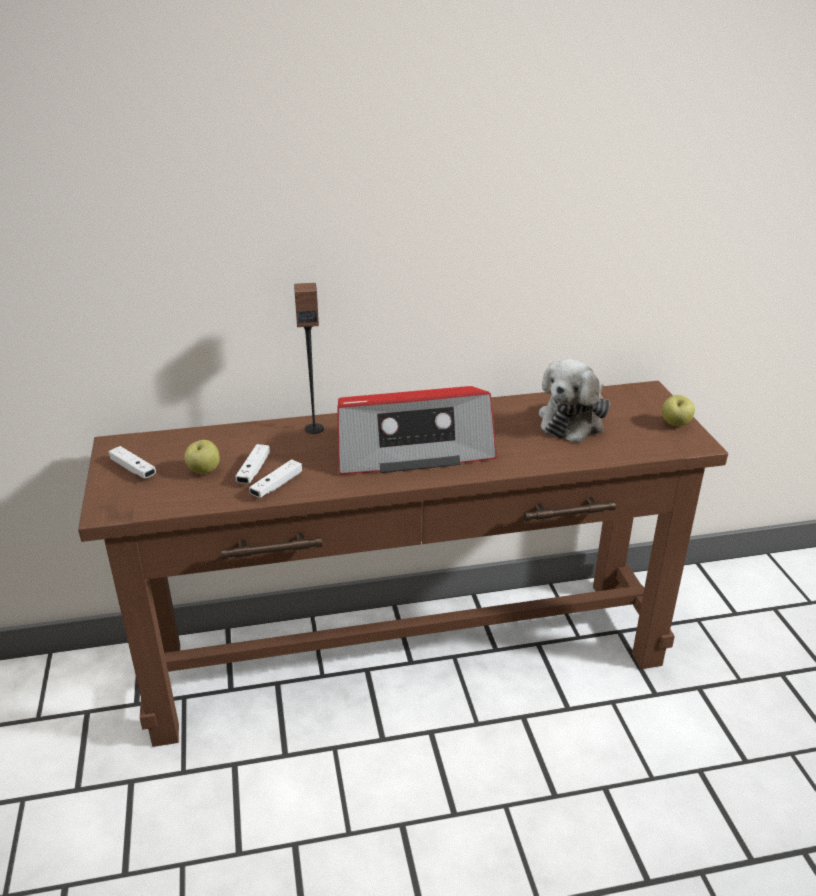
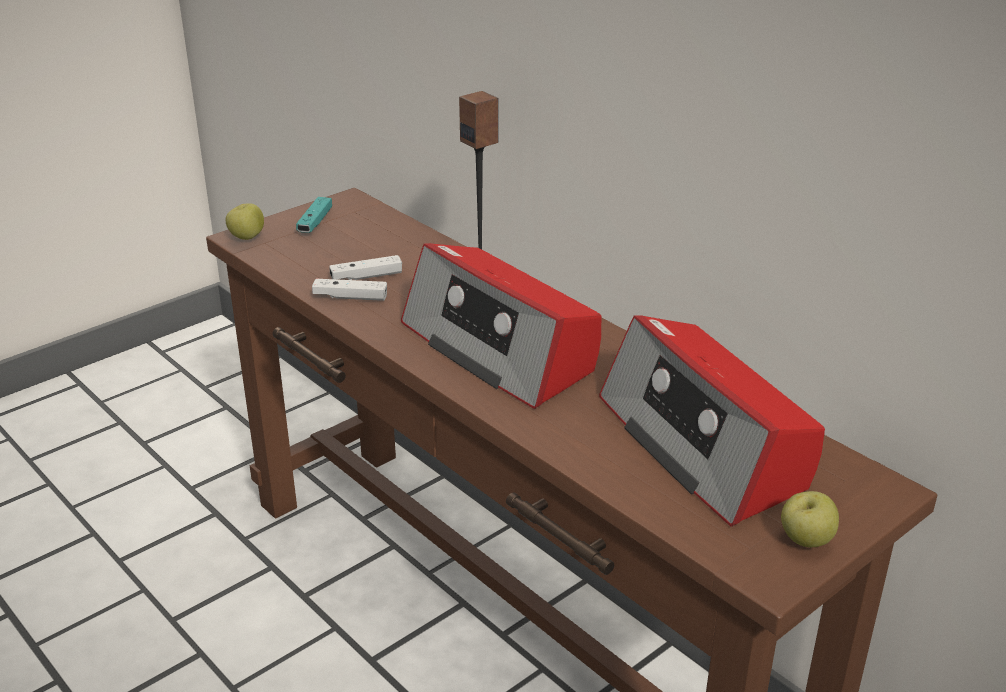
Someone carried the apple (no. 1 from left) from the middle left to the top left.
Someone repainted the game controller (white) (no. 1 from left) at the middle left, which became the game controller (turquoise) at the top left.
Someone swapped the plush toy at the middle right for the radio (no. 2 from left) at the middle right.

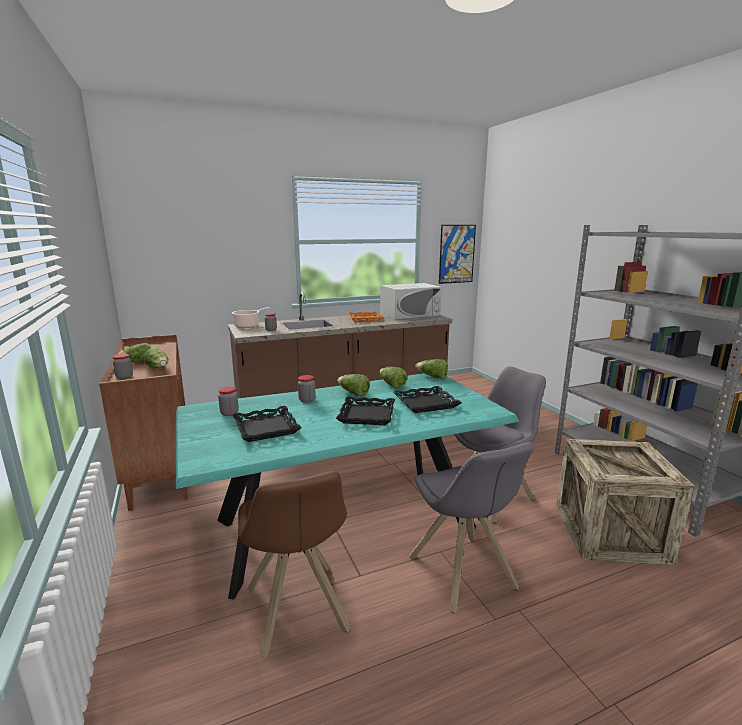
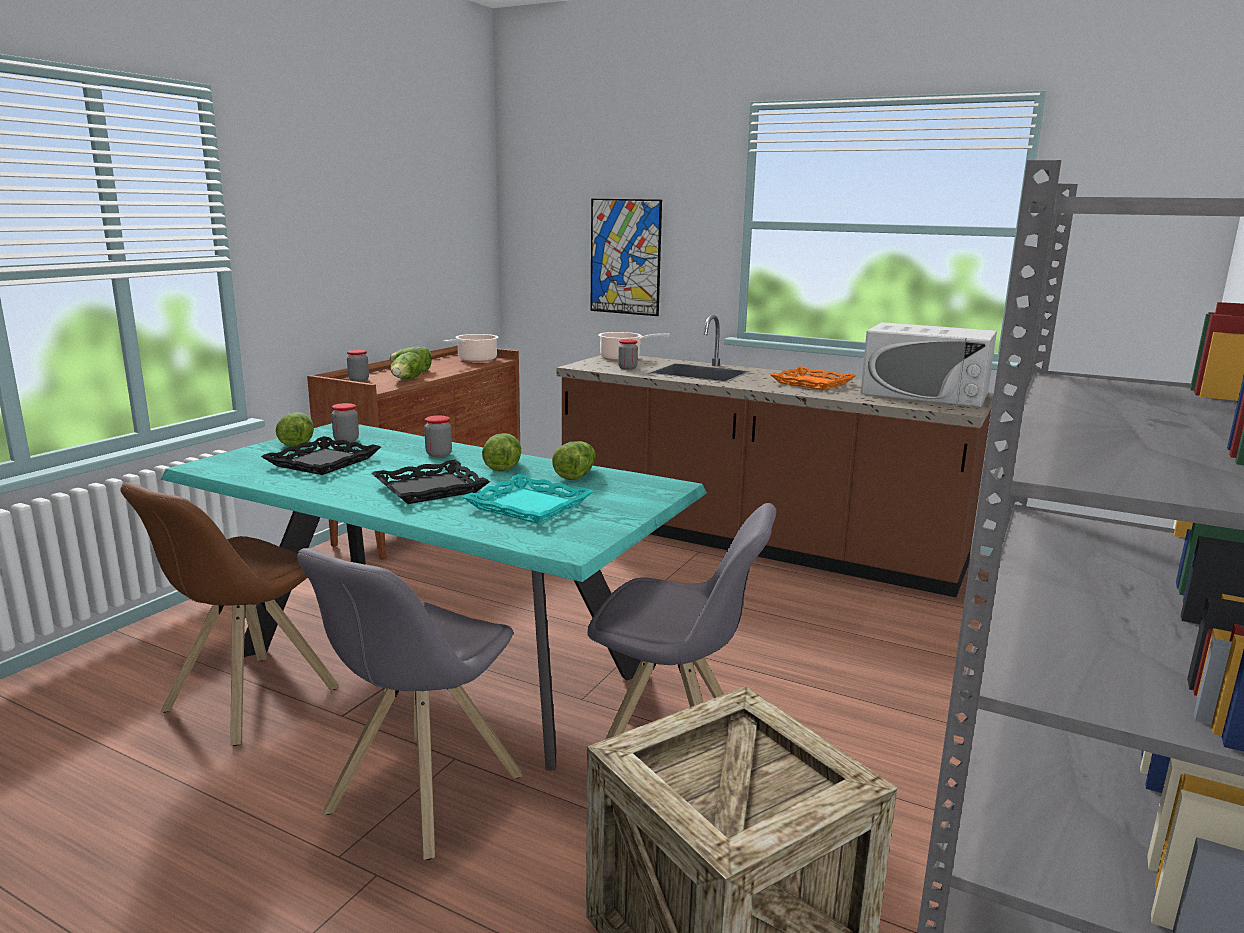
Someone carried the lettuce (no. 5 from left in the first image) from the centre to the middle left.
Someone put down the cooking pot (no. 1 from left) at the centre.
Someone repainted the tray (black) (no. 3 from left) at the centre, which became the tray (turquoise) at the centre.
Someone carried the picture from the centre to the top centre.

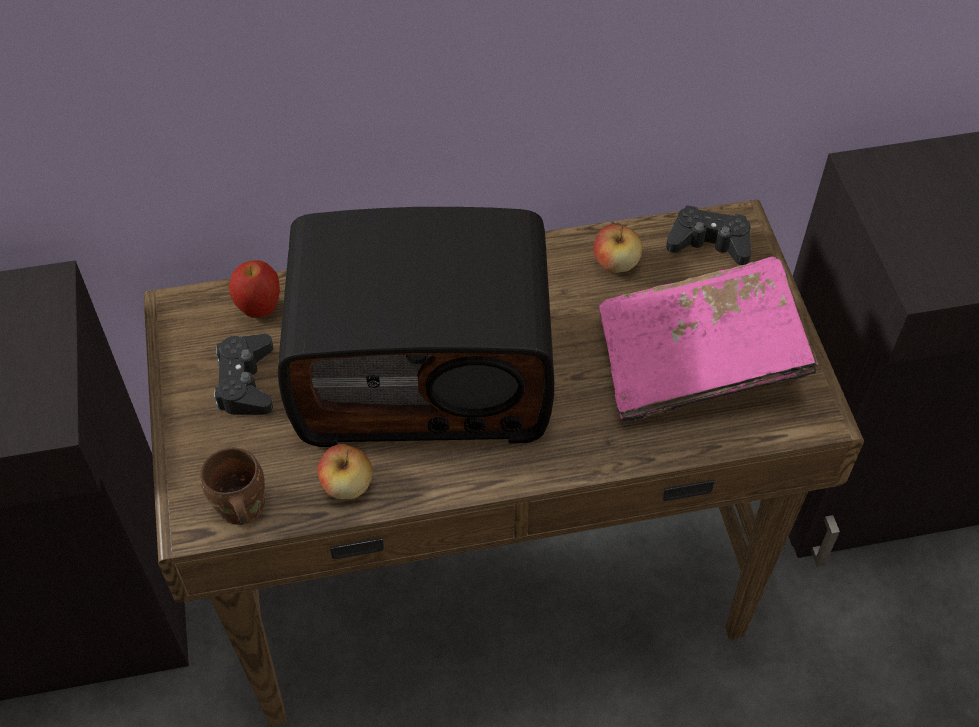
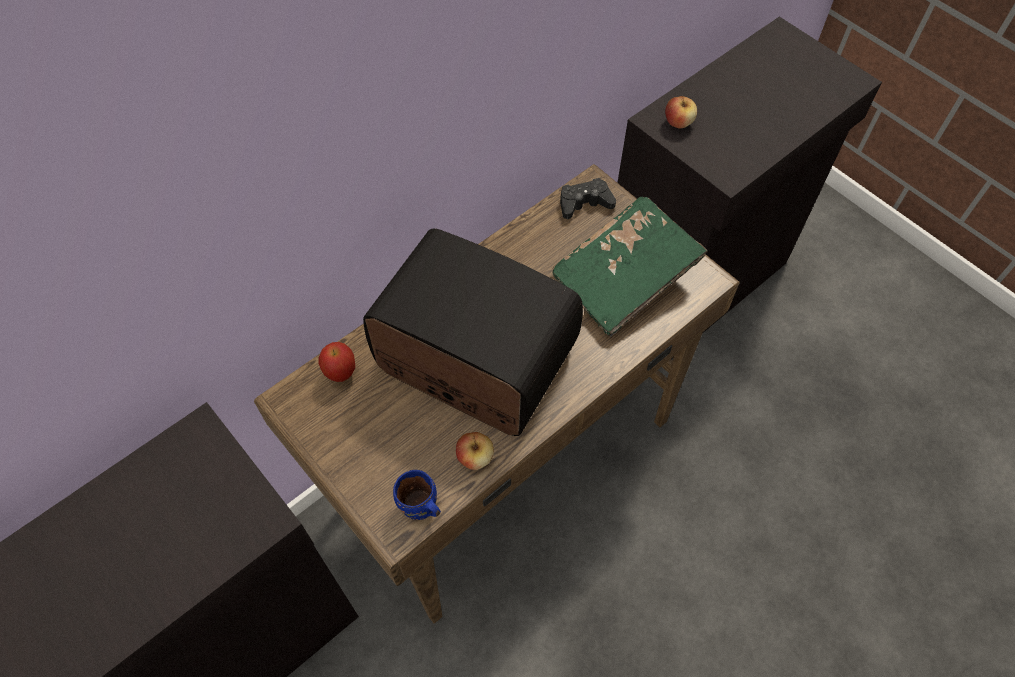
Someone rotated the radio at the centre by 120 degrees counterclockwise.
Someone repainted the mug (brown) at the bottom left, which became the mug (blue) at the bottom centre.
Someone repainted the book (pink) at the middle right, which became the book (green) at the centre.
Someone carried the apple (no. 3 from left) from the centre to the top right.
Someone took away the game controller (black) (no. 1 from left) at the middle left.

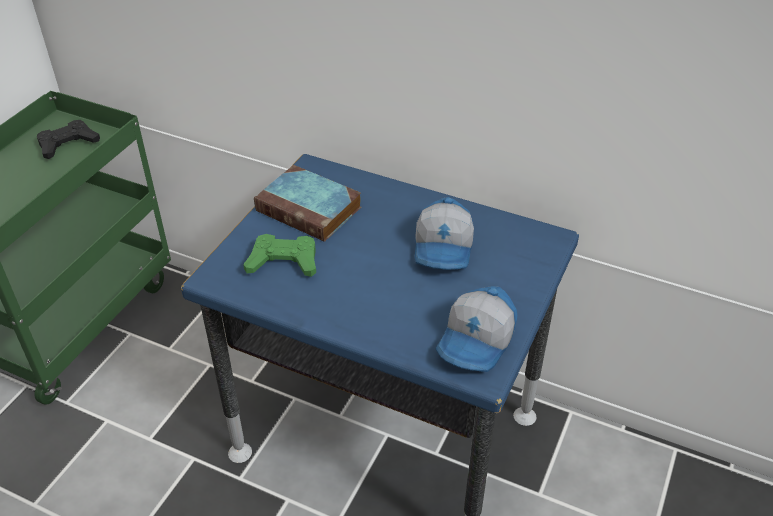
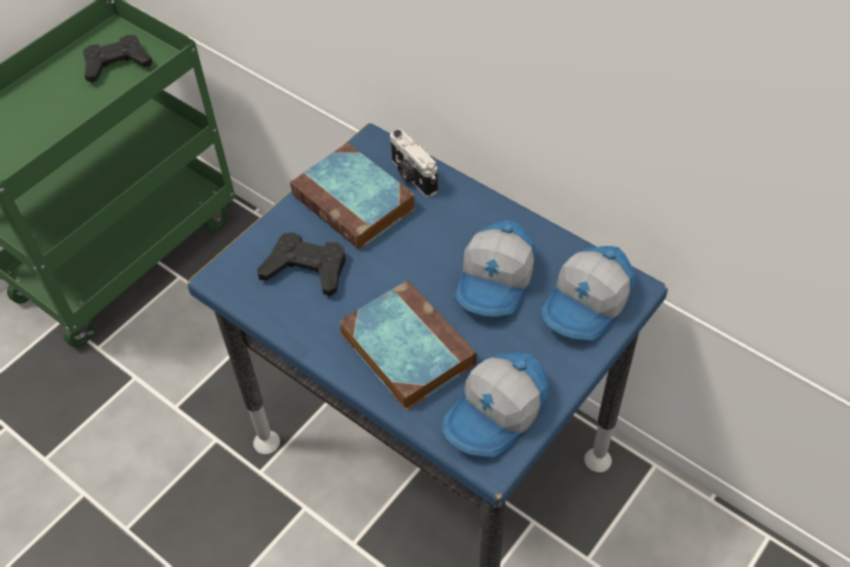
Someone repainted the game controller (green) at the centre, which became the game controller (black) (no. 2 from left) at the centre.
Someone put down the book (no. 2 from left) at the centre.
Someone put down the photo camera at the top centre.
Someone put down the cap (no. 3 from left) at the middle right.

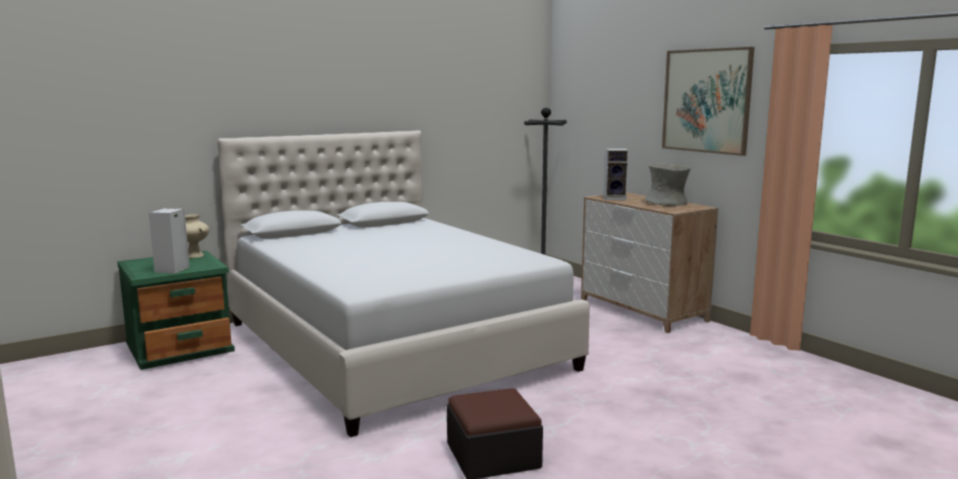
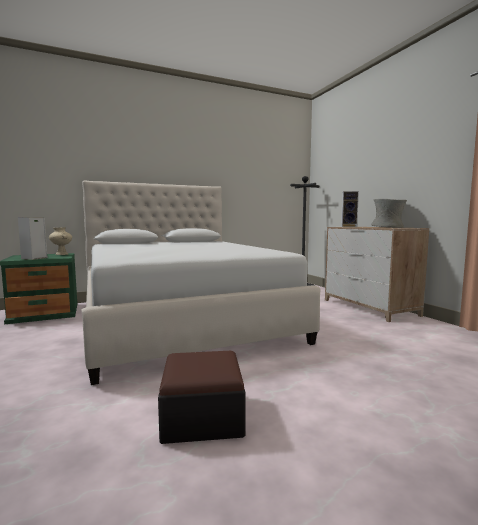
Someone took away the picture at the top right.

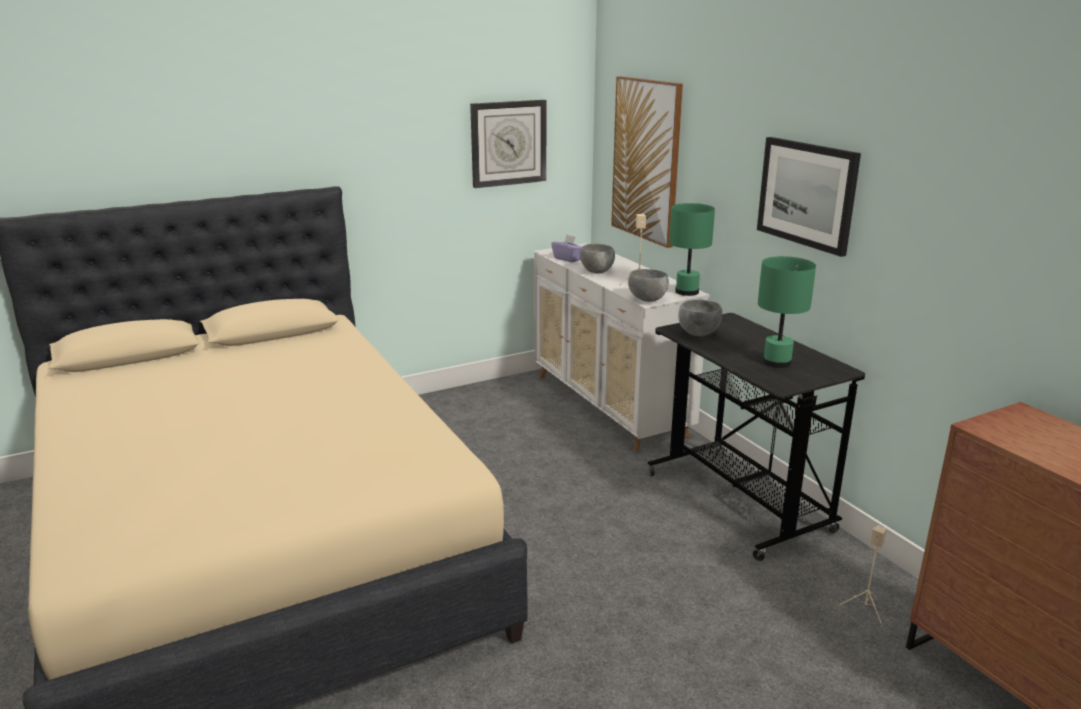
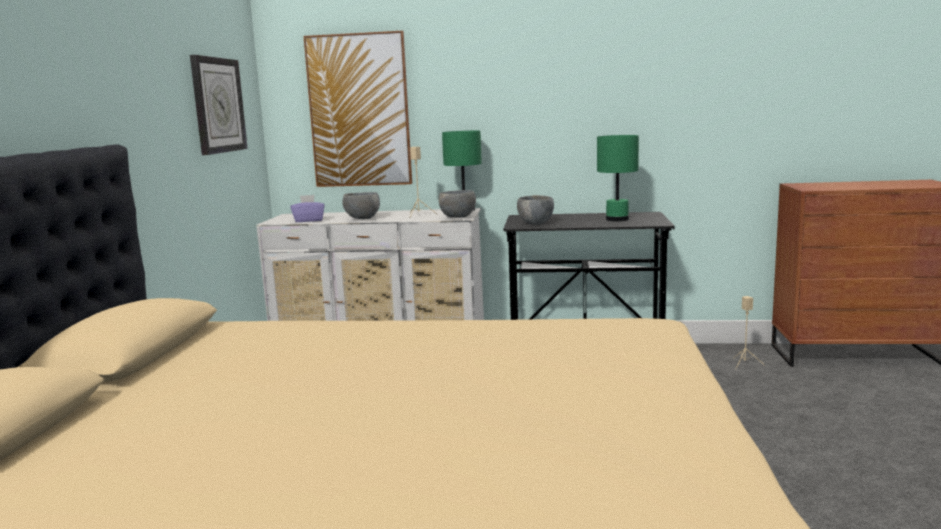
Someone took away the picture (no. 2 from left) at the top right.

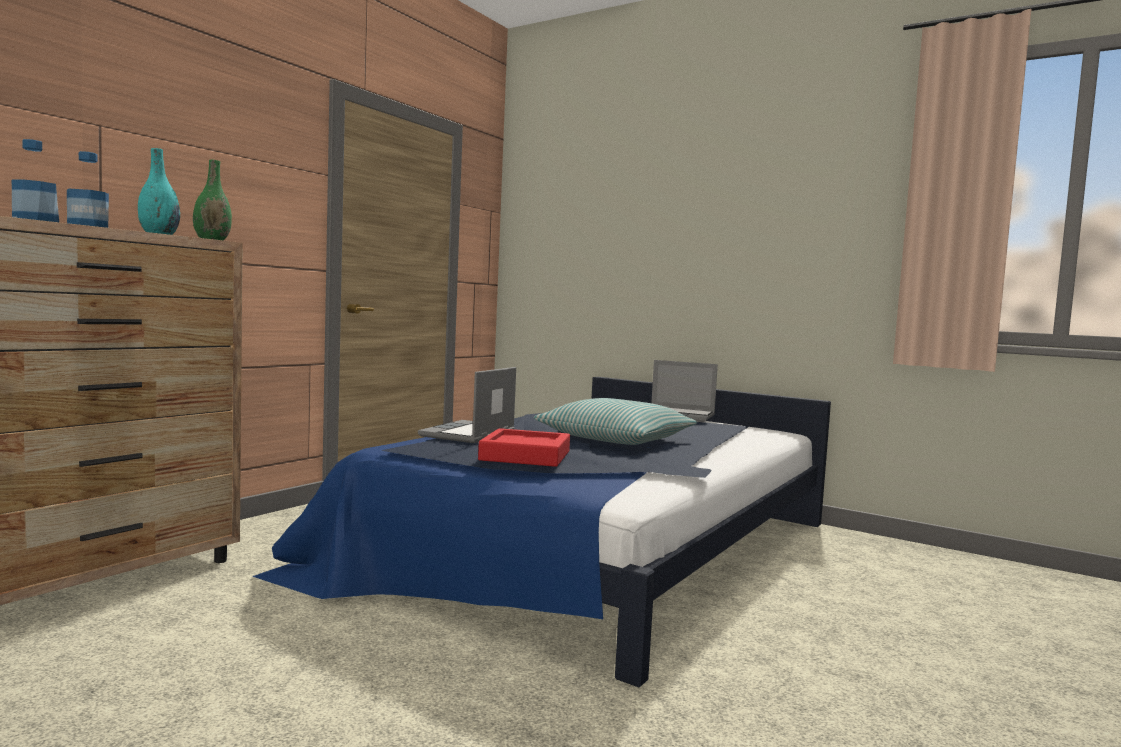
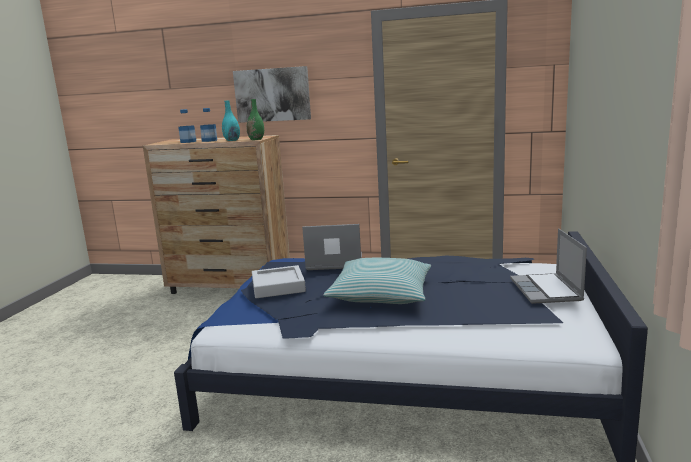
Someone put up the picture at the top centre.
Someone repainted the tray (red) at the centre, which became the tray (grey) at the centre.

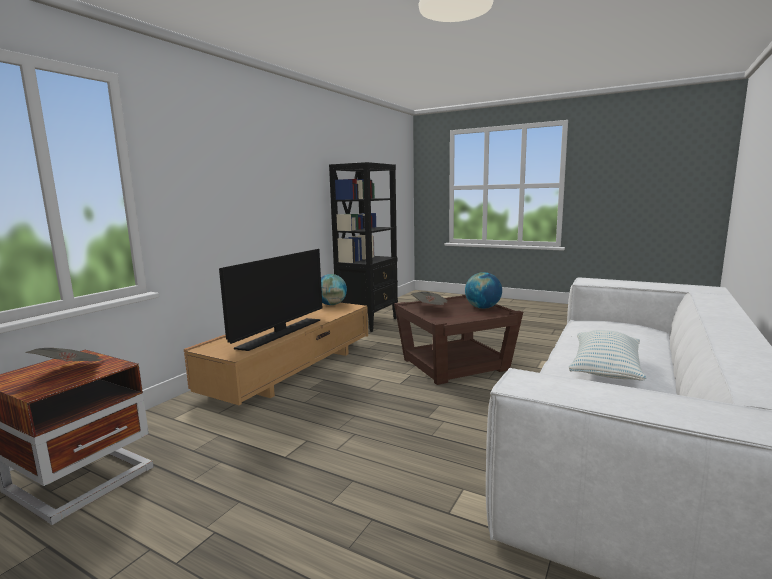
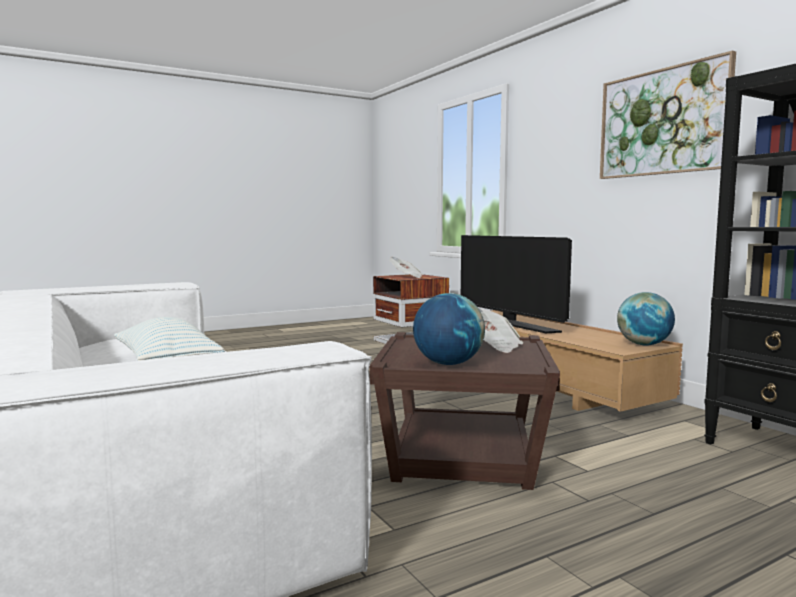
Someone put up the picture at the top right.

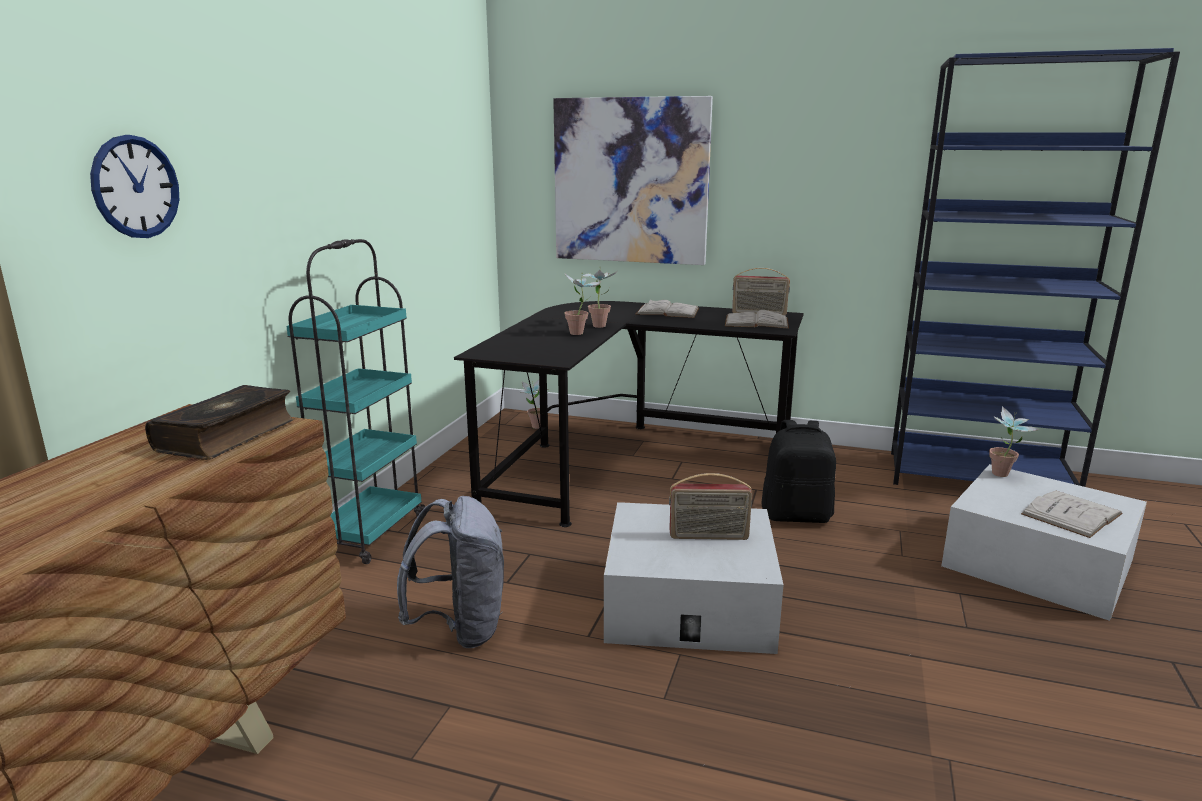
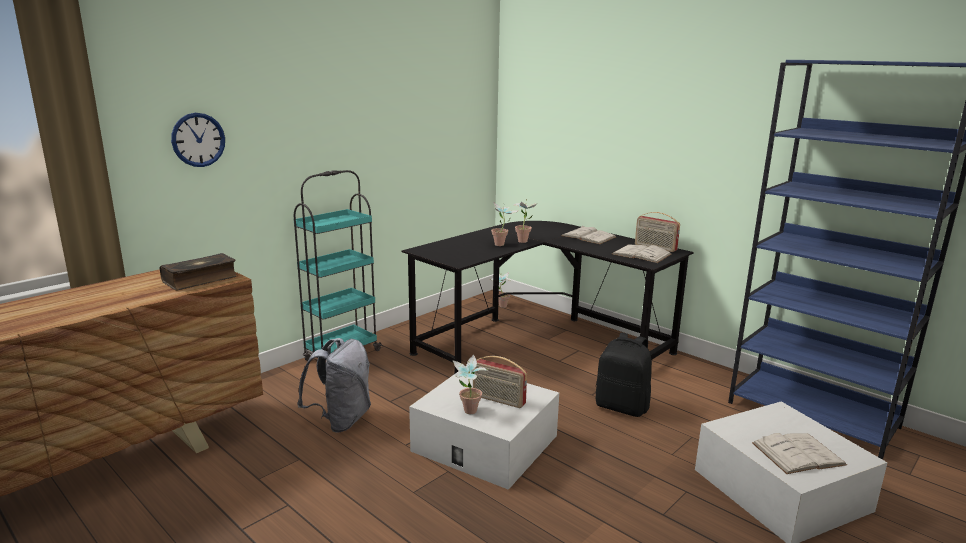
Someone carried the potted plant (no. 4 from left in the first image) from the middle right to the bottom centre.
Someone took away the picture at the top centre.

